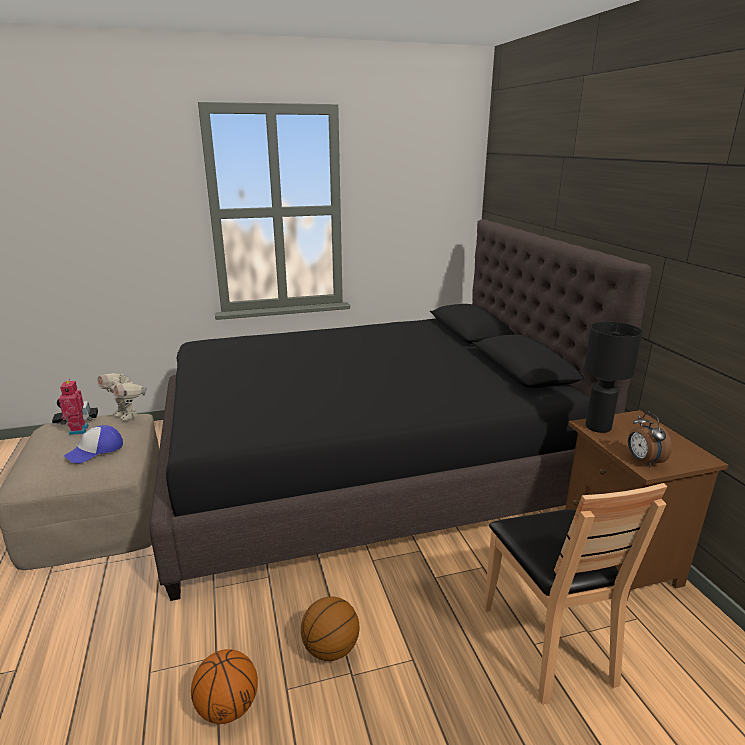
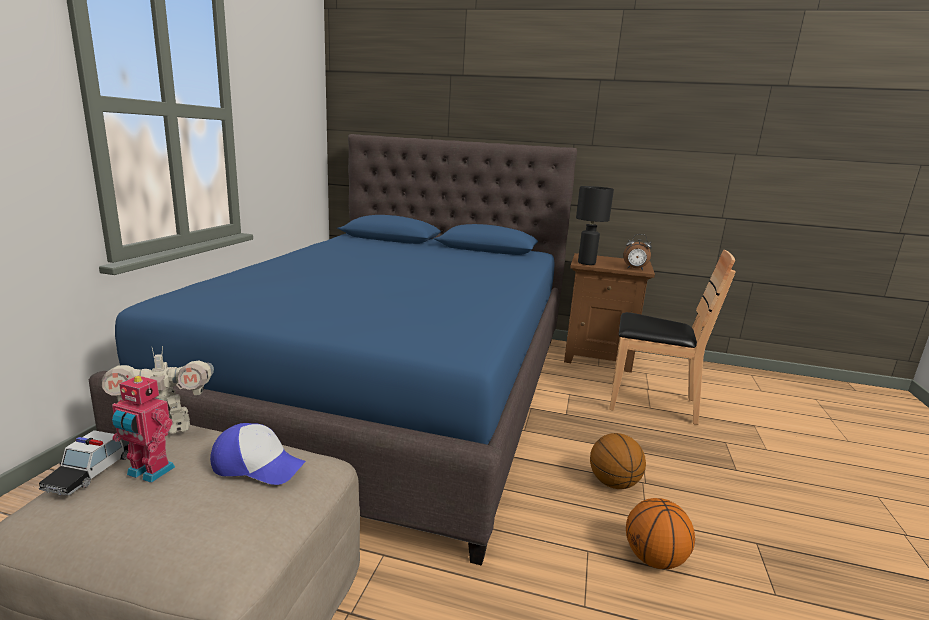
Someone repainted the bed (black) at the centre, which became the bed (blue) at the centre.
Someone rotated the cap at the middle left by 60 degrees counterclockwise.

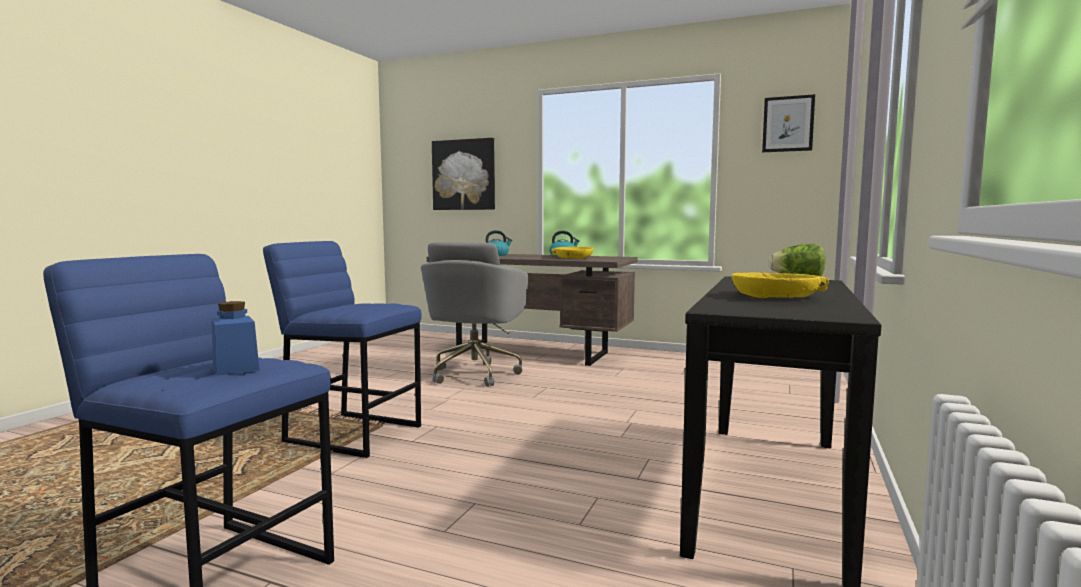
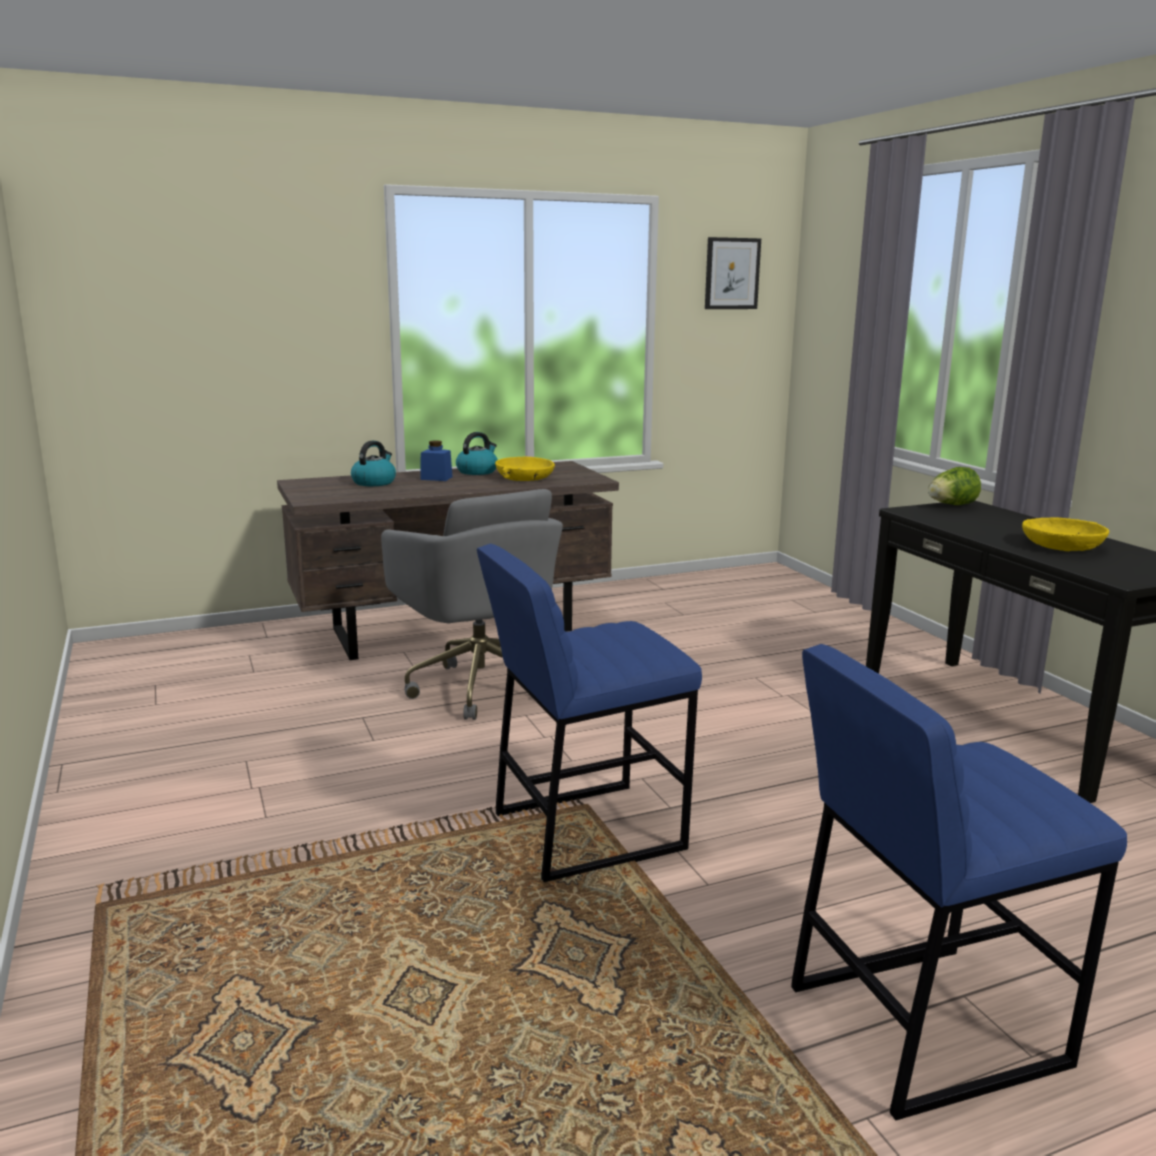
Someone carried the jar (blue) from the middle left to the centre.
Someone took away the picture (no. 1 from left) at the top centre.

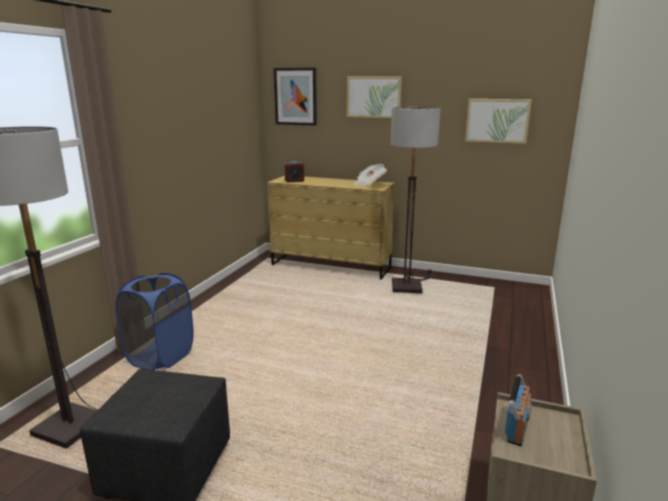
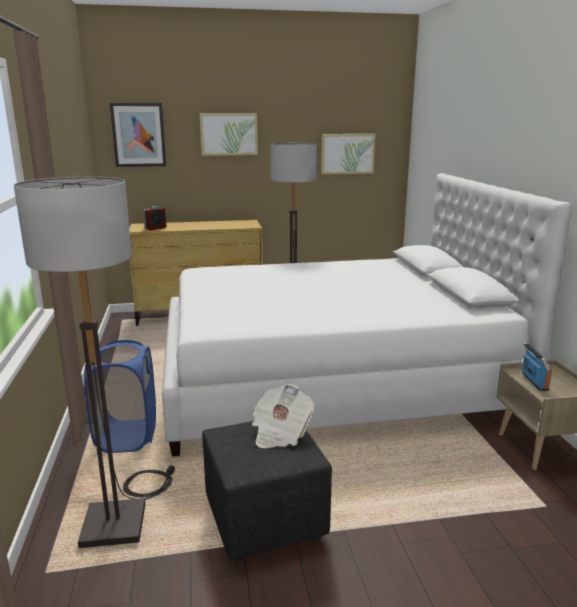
Someone put down the bed (white) at the centre.
Someone carried the newspaper from the centre to the bottom centre.

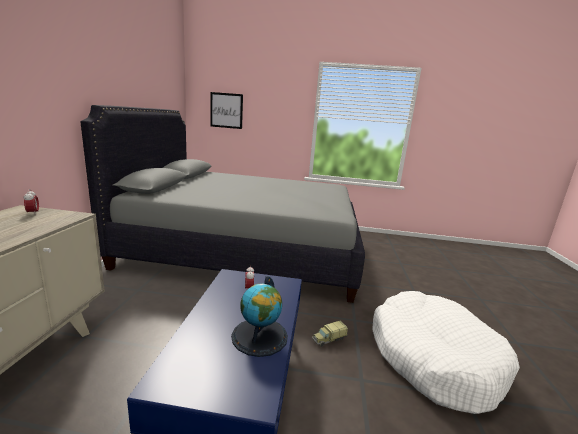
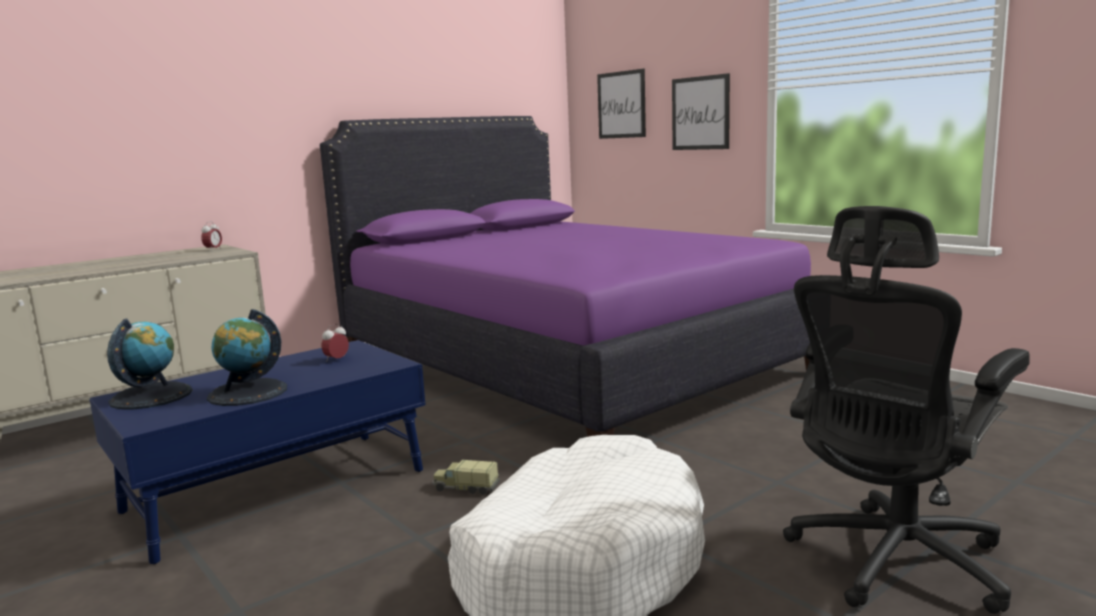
Someone put down the globe (no. 1 from left) at the middle left.
Someone repainted the bed (grey) at the centre, which became the bed (purple) at the centre.
Someone put up the picture (no. 2 from left) at the top centre.
Someone put down the office chair at the middle right.

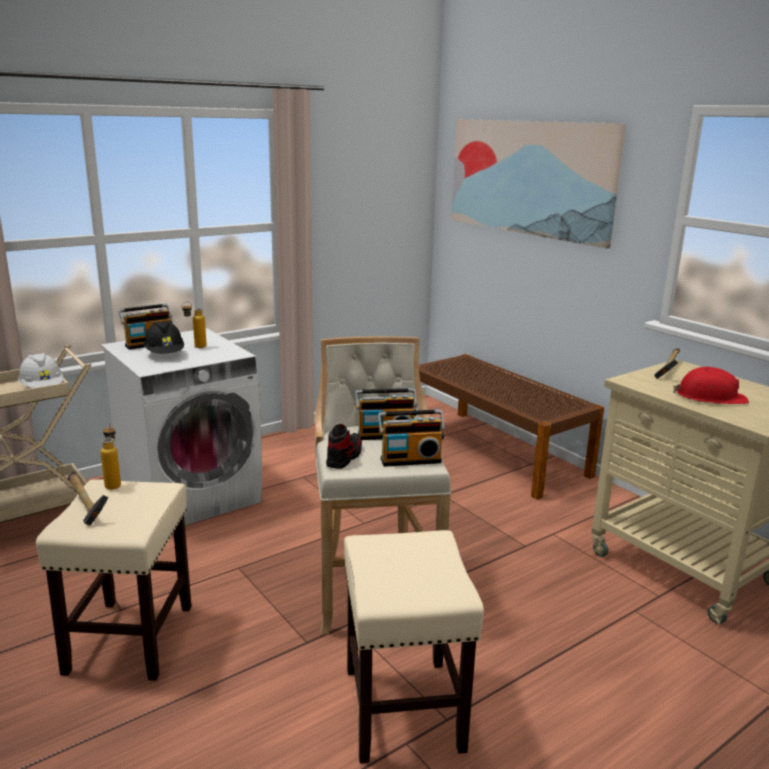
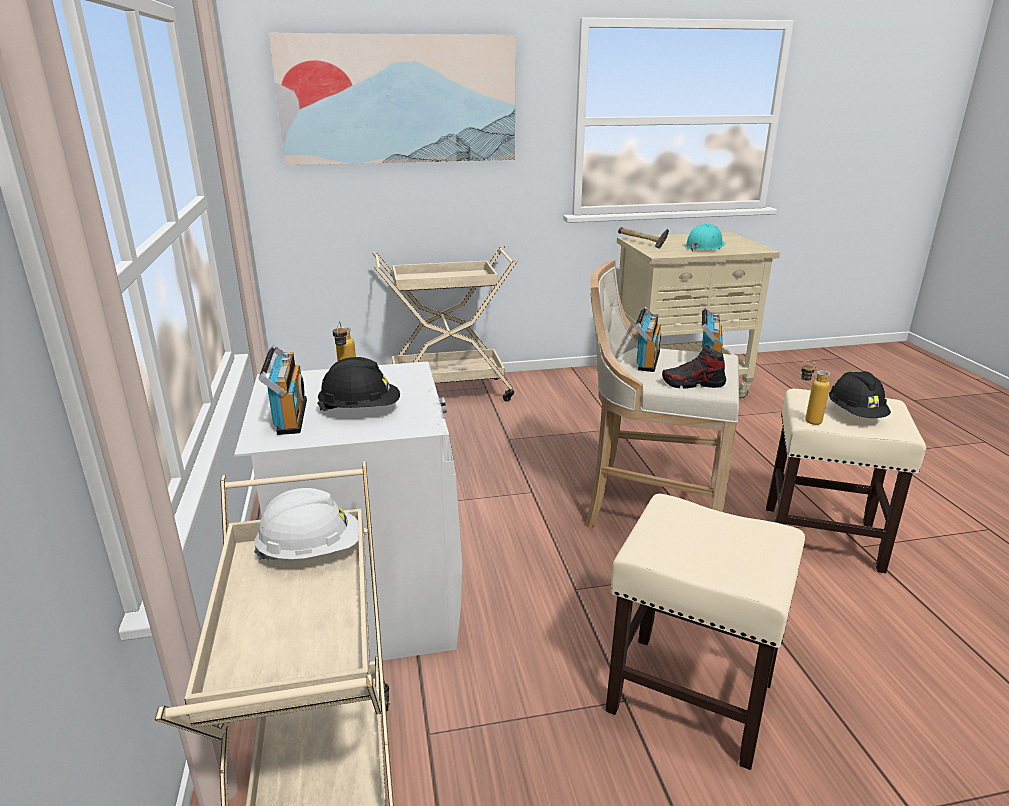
Someone swapped the bench (brown) at the centre for the cart (beige) (no. 2 from left) at the centre.
Someone rotated the shoe at the centre by 45 degrees counterclockwise.
Someone repainted the hard hat (red) at the middle right, which became the hard hat (turquoise) at the top right.
Someone carried the bottle (no. 1 from left in the first image) from the middle left to the middle right.
Someone put down the hard hat (black) (no. 2 from left) at the middle right.
Someone took away the hammer (no. 1 from left) at the middle left.

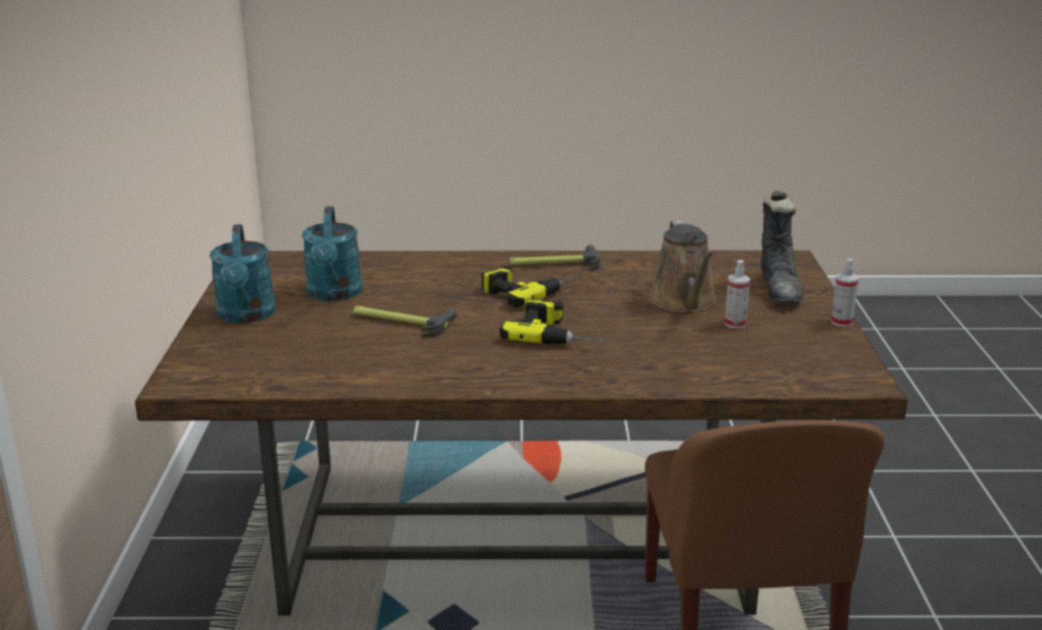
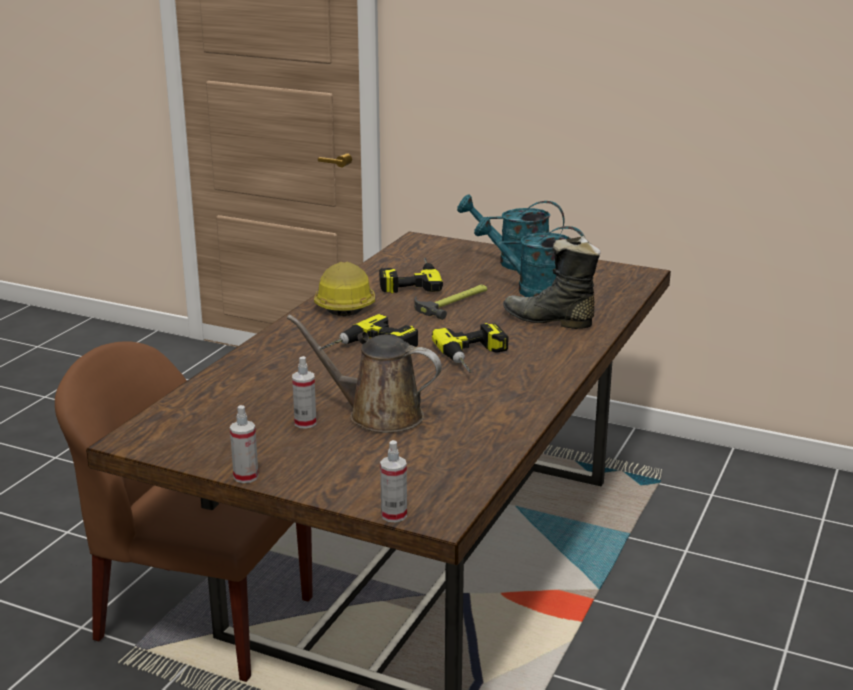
Someone put down the hard hat at the centre.
Someone put down the power drill (no. 2 from left) at the centre.
Someone put down the spray bottle (no. 3 from left) at the bottom centre.
Someone carried the boot (black) from the middle right to the centre.
Someone took away the hammer (no. 2 from left) at the centre.

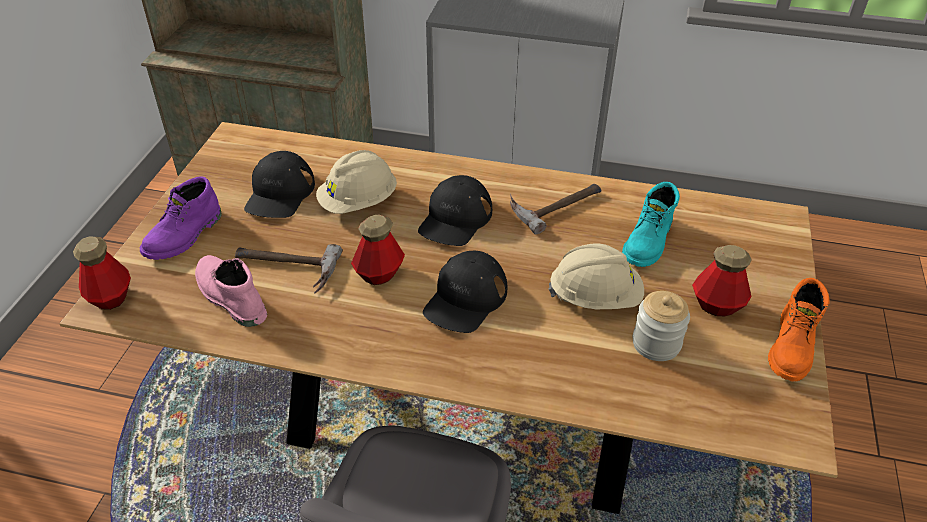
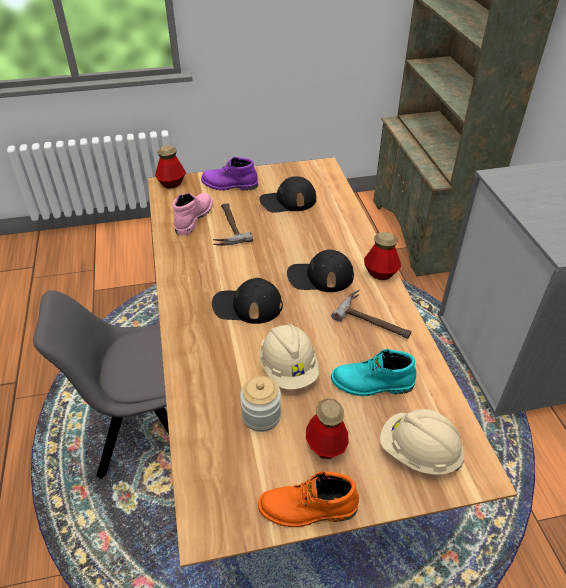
Someone carried the bottle (no. 2 from left in the first image) from the centre to the middle right.
Someone carried the hard hat (beige) (no. 1 from left in the first image) from the centre to the bottom right.

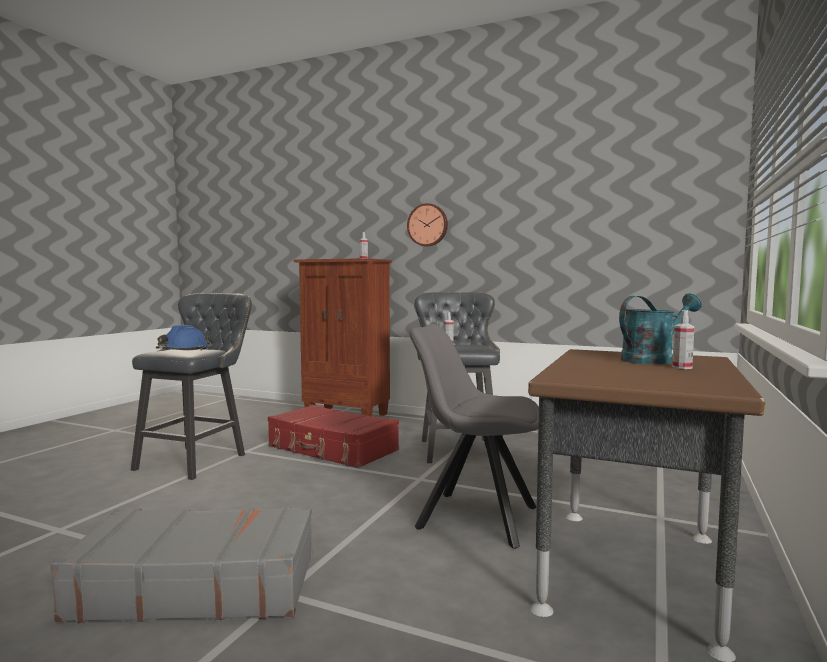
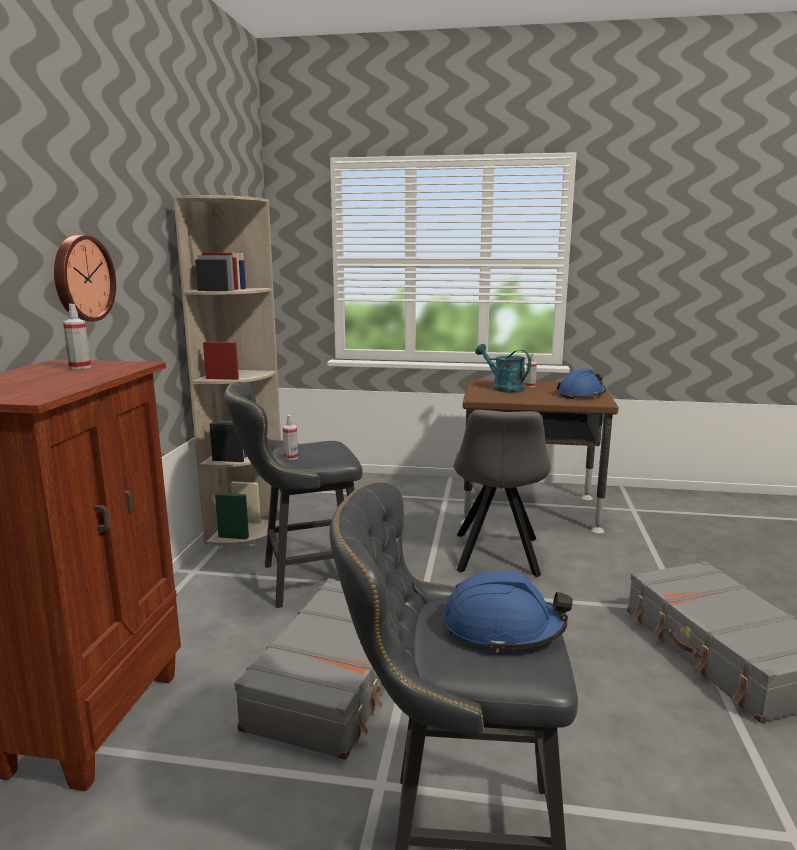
Someone put down the bookcase (beige) at the middle left.
Someone repainted the suitcase (red) at the centre, which became the suitcase (grey) (no. 1 from left) at the bottom centre.
Someone put down the hard hat (blue) (no. 2 from left) at the middle right.

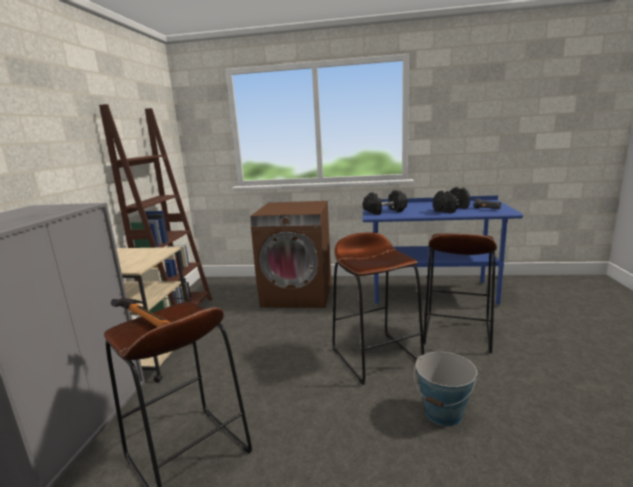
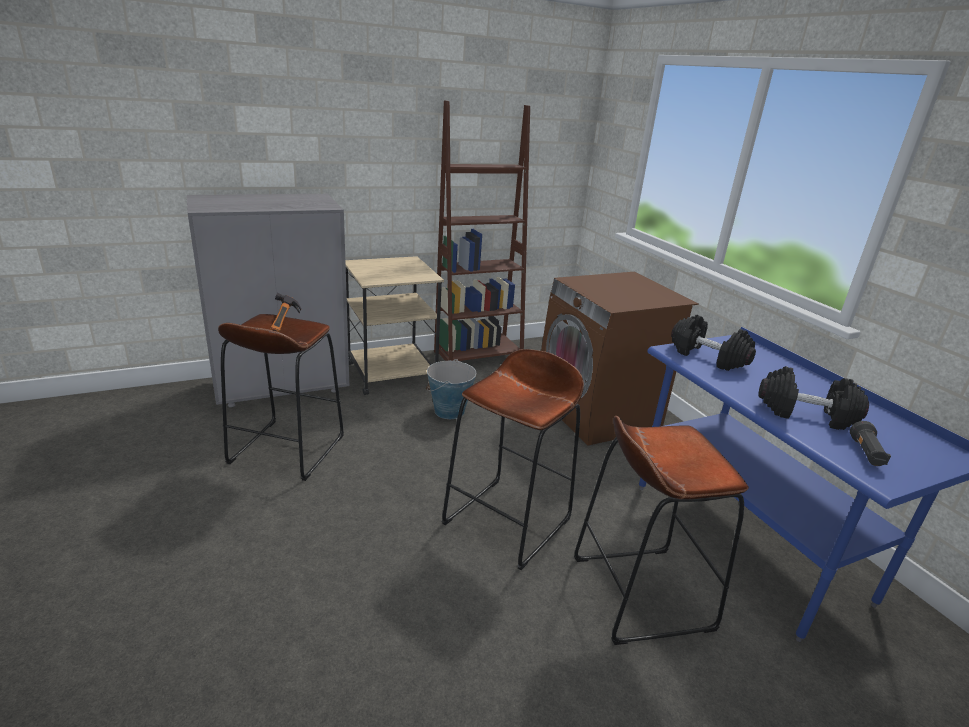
Someone carried the bucket from the bottom right to the centre.

